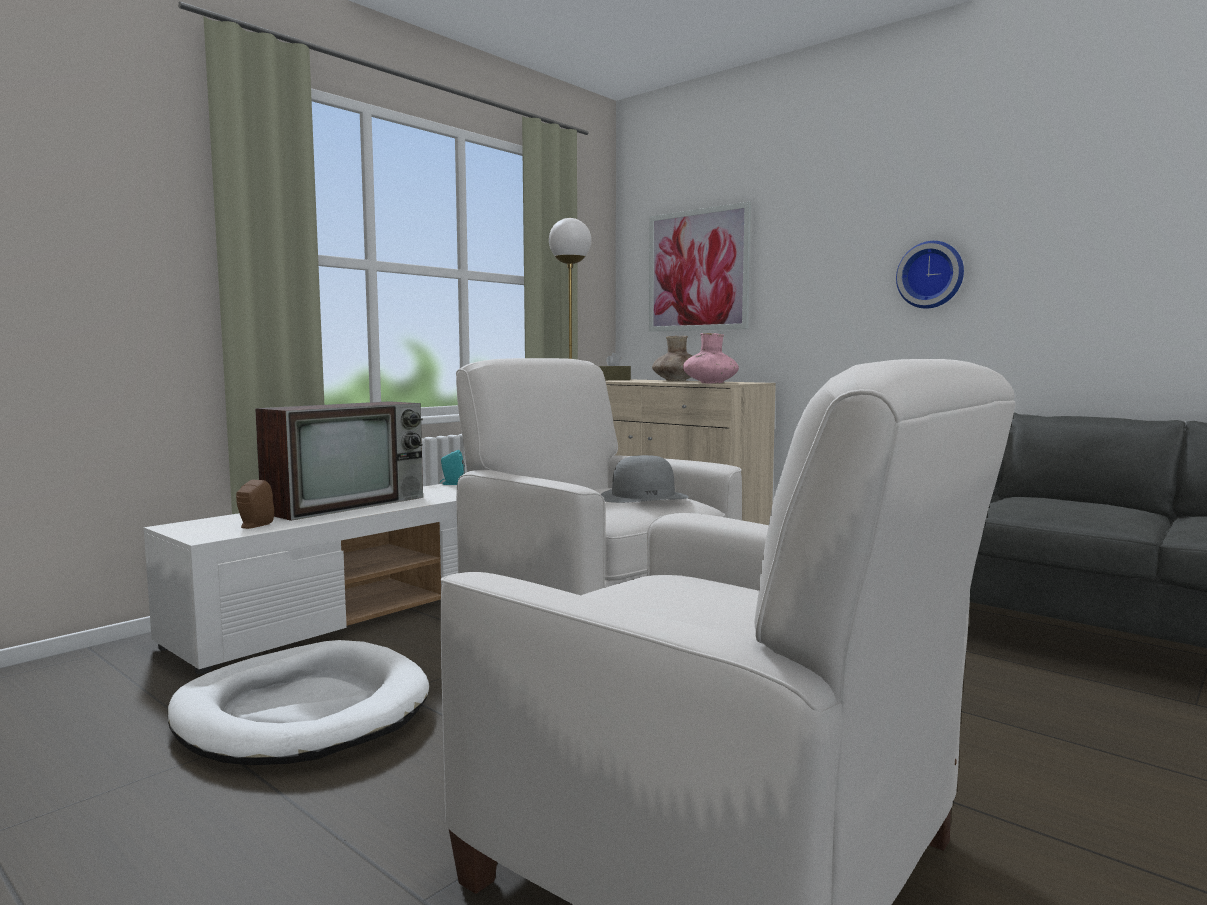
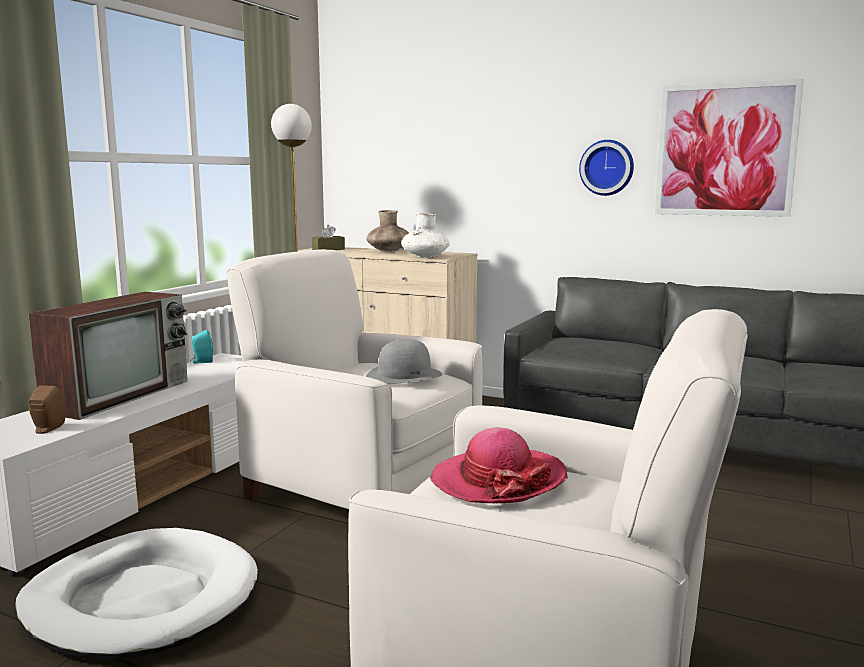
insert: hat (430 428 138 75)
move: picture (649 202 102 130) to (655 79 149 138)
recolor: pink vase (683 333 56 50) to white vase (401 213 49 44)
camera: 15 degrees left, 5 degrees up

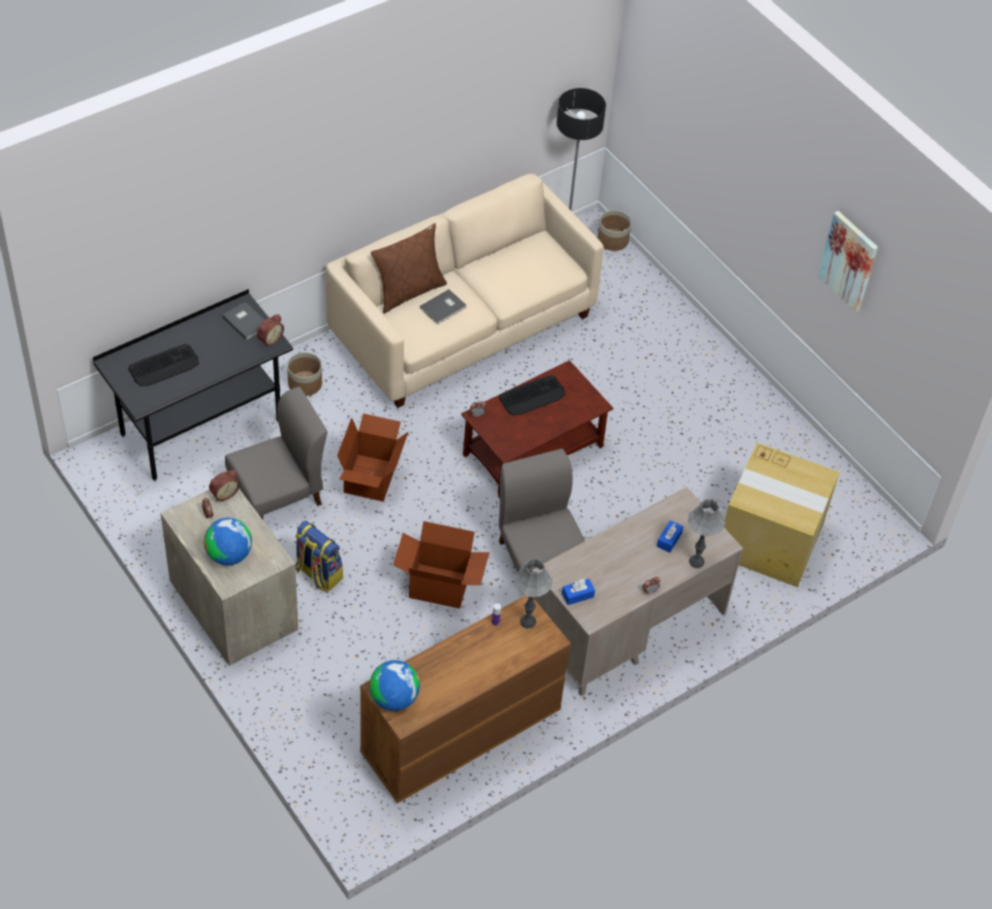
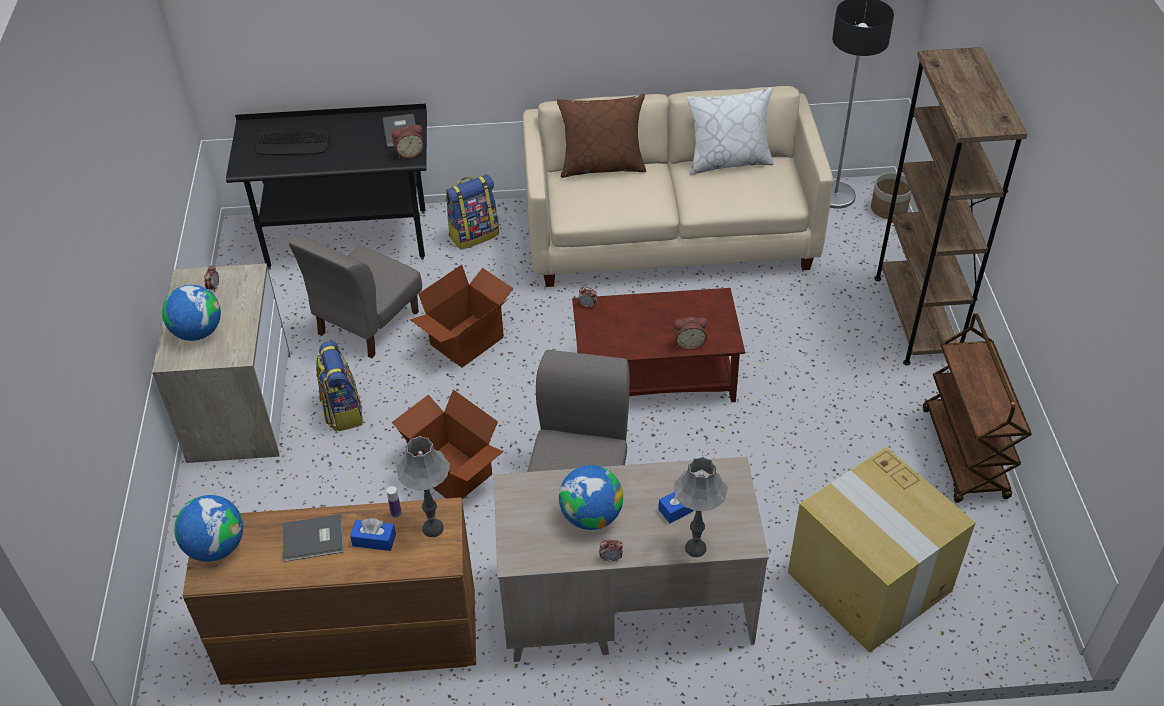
delete: keyboard (499 375 67 41); picture (818 211 60 101)
insert: globe (559 465 64 65); white pillow (687 87 87 88); brown bookcase (874 47 153 319); brown cart (923 313 109 190)
move: grey book (420 289 46 36) to (282 514 62 48); blue tissue box (562 579 33 26) to (350 518 46 33); alarm clock (209 470 31 31) to (673 317 35 33)
replace: planter (287 352 35 44) to backpack (445 174 54 76)
rotate: grey chair (225 387 102 132) = (289 235 133 123) 120 degrees clockwise
camera: 35 degrees right, 5 degrees down

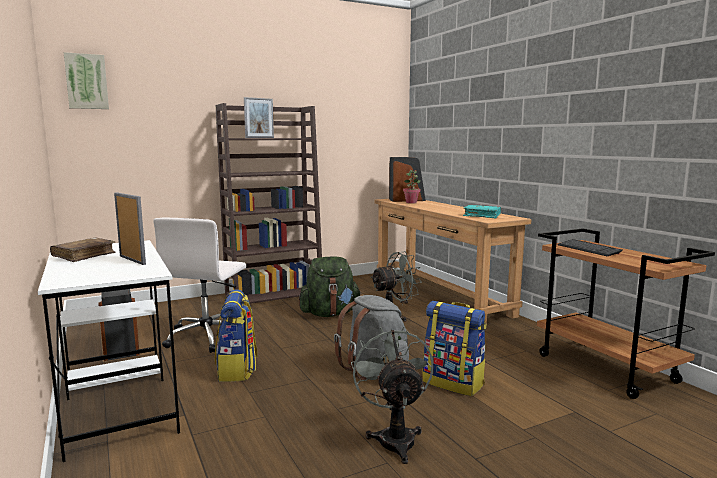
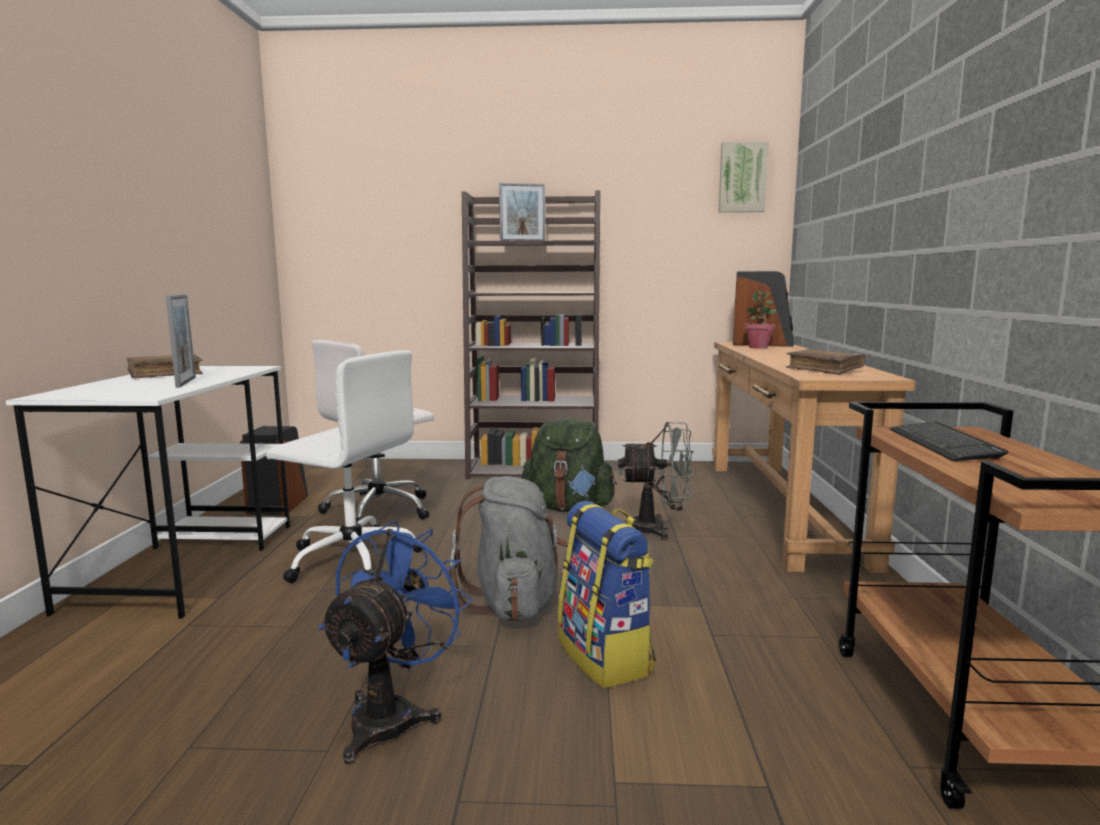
move: picture (64 52 45 57) to (719 141 50 71)
replace: backpack (215 289 43 93) to white office chair (266 350 157 233)
recolor: grey fan (351 327 83 137) to blue fan (318 521 155 243); turquoise book (463 205 38 14) to brown book (786 349 79 26)
camera: 30 degrees right, 0 degrees up

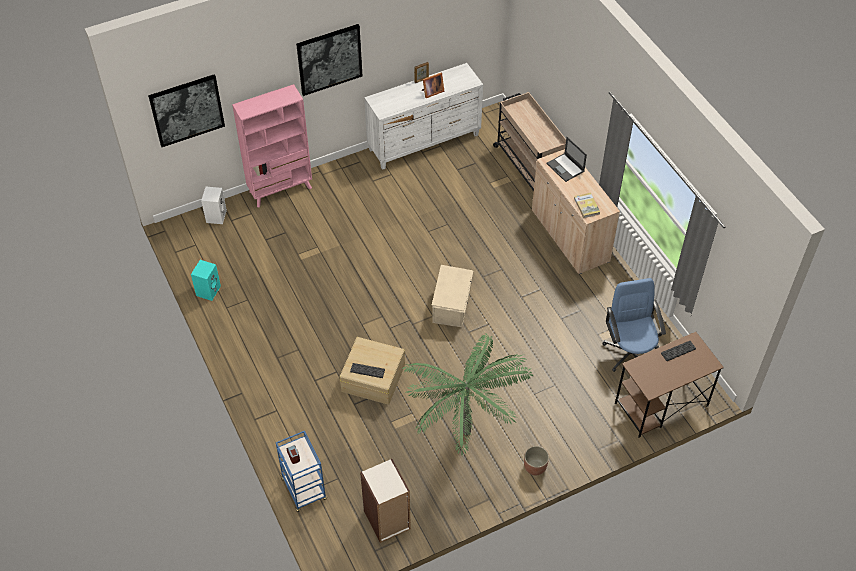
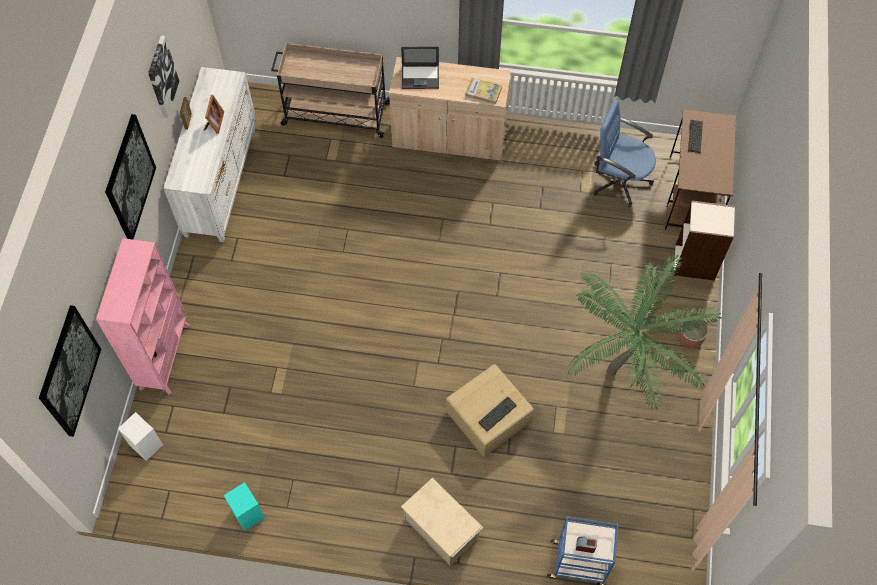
insert: picture (148 36 31 82)
move: beige storage box (432 265 41 62) to (401 477 82 88); bookcase (360 459 51 84) to (674 201 61 80)
camera: 55 degrees left, 10 degrees up

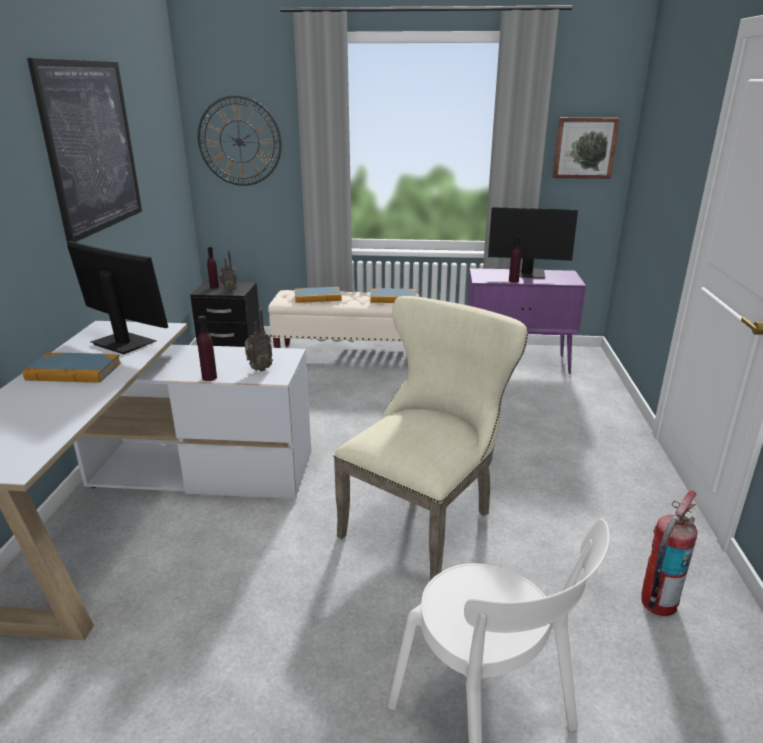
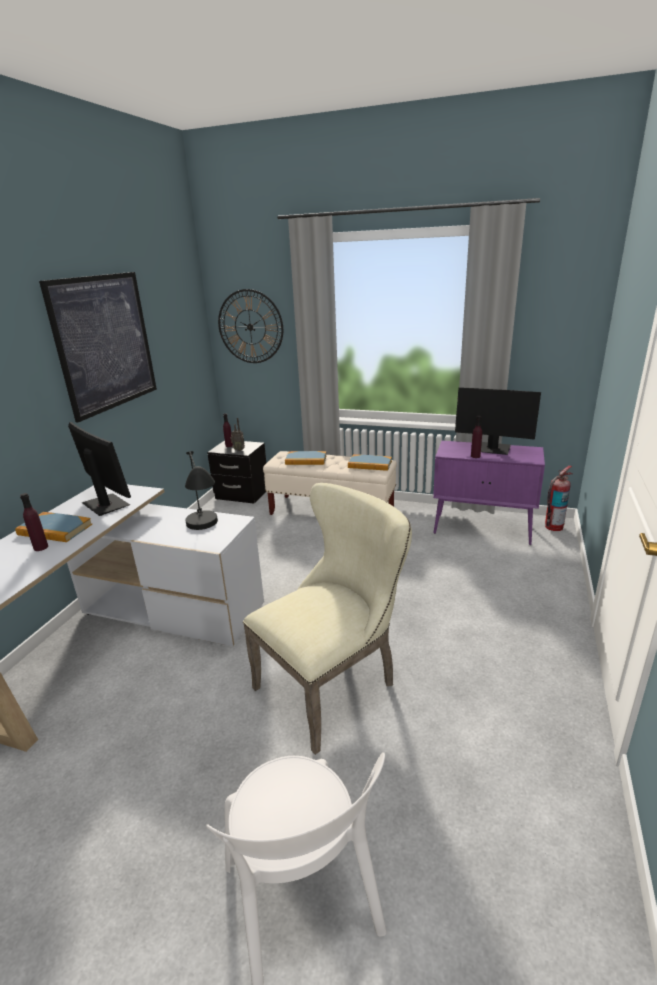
delete: picture (553 118 67 61)
move: purple bottle (197 316 20 65) to (20 493 28 58); fire extinguisher (641 491 56 125) to (545 466 28 65)
replace: radio (245 309 28 63) to black table lamp (185 451 33 79)
camera: 15 degrees right, 0 degrees up

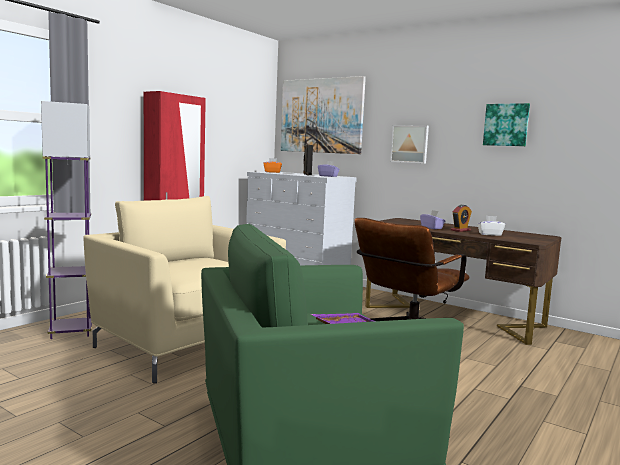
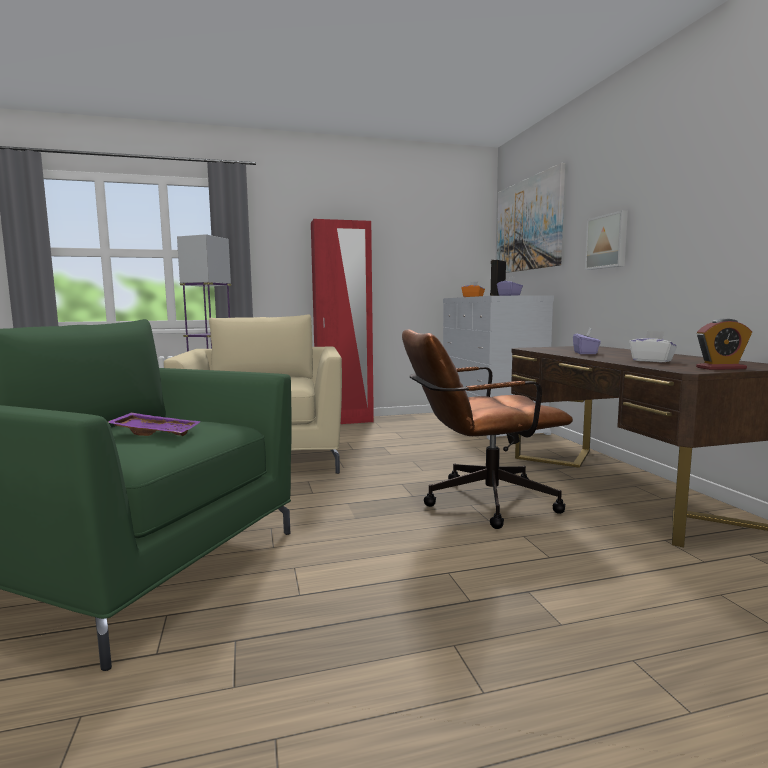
delete: picture (483 103 47 43)
move: alarm clock (451 205 21 27) to (696 319 56 51)
camera: 40 degrees right, 0 degrees up

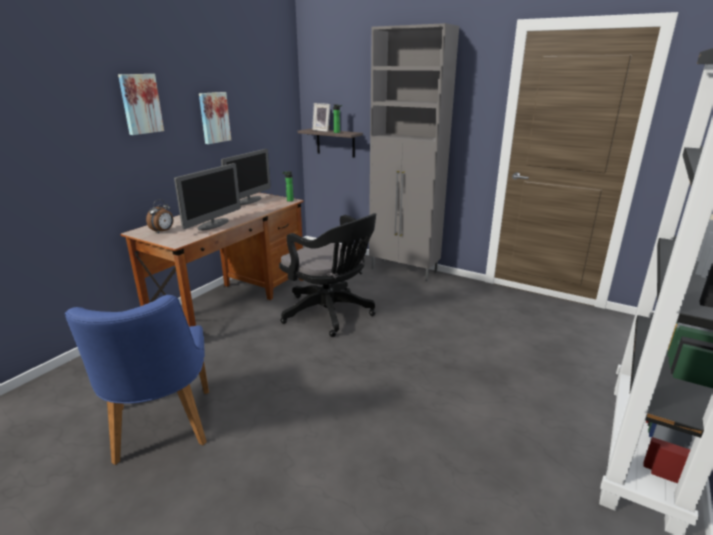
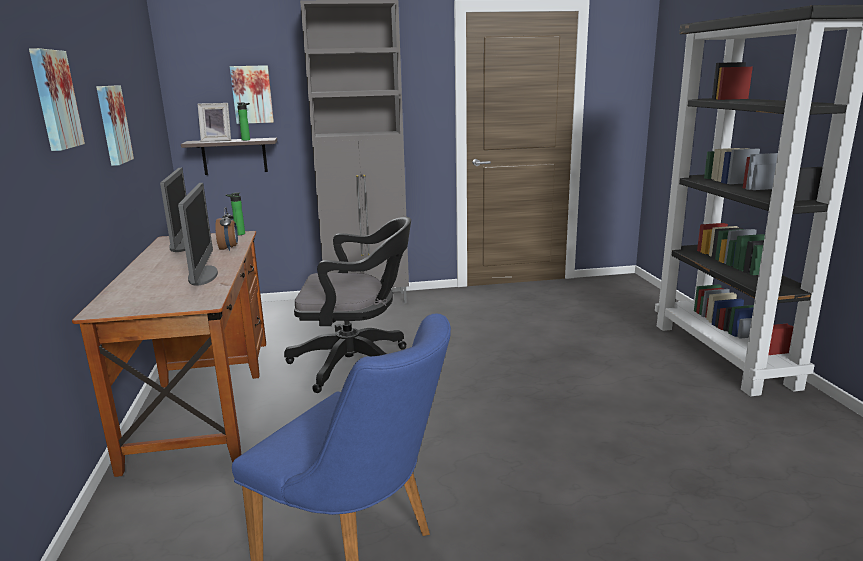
insert: picture (230 65 44 59)
move: alarm clock (146 199 27 35) to (215 207 23 44)
camera: 40 degrees left, 5 degrees down

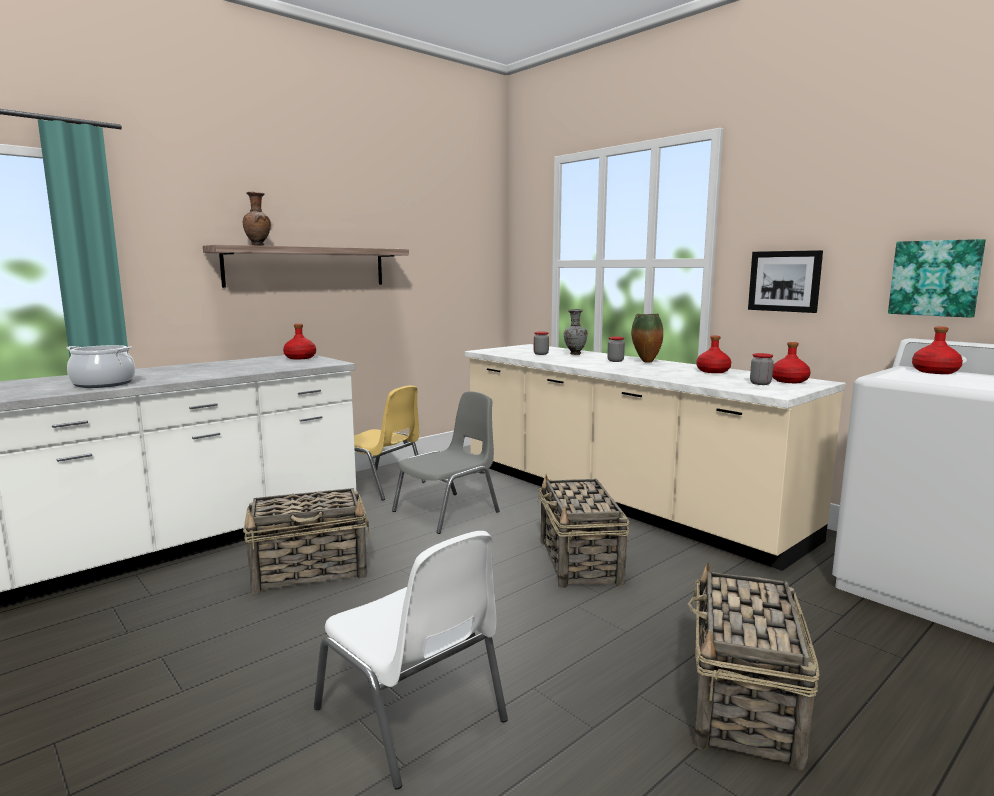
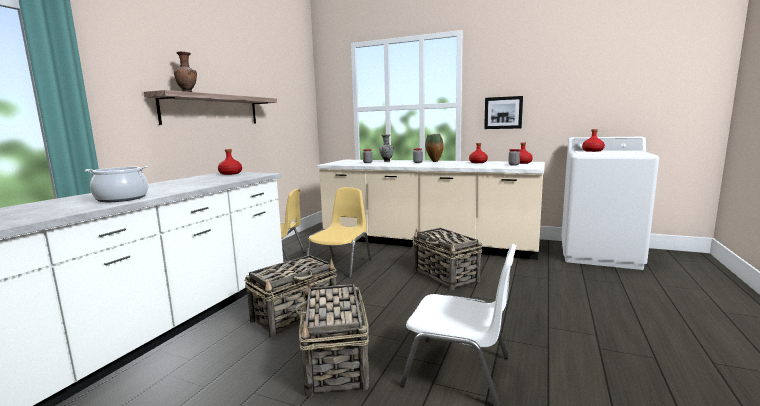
delete: picture (888 239 98 79)
move: basket (688 563 132 207) to (295 282 74 115)
recolor: grey chair (392 391 108 143) to yellow chair (307 187 64 91)
camera: 25 degrees left, 0 degrees up

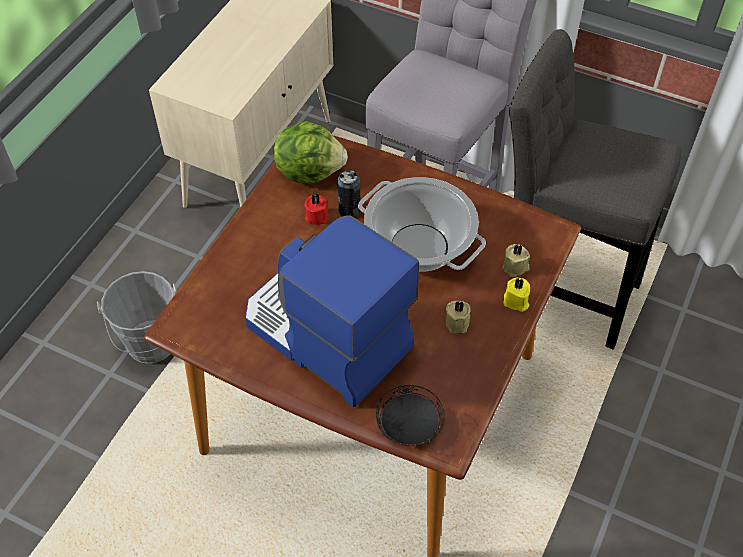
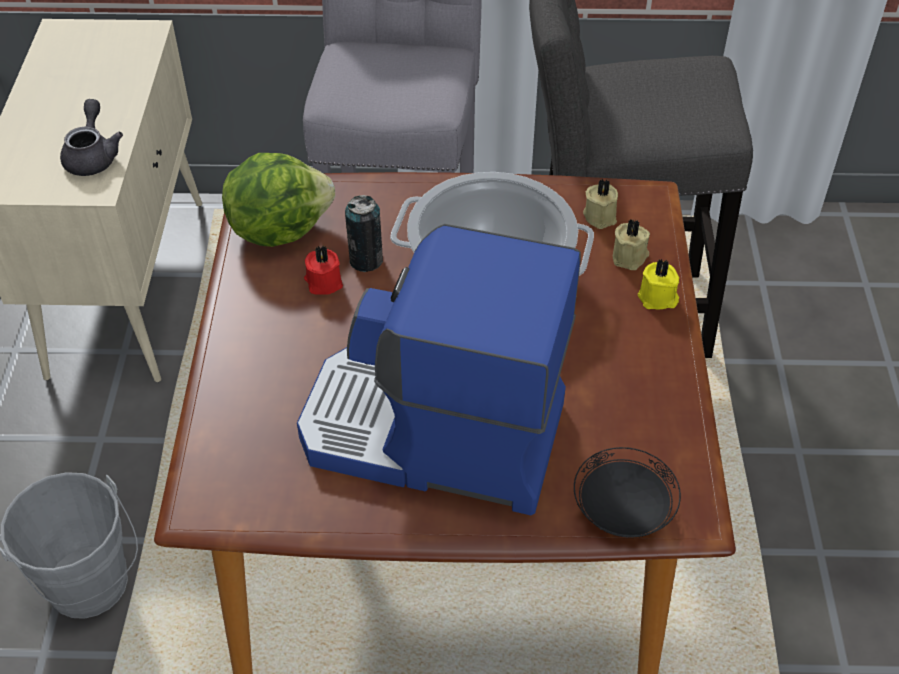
insert: grey teapot (60 99 63 77)
move: beige candle (446 301 25 32) to (583 179 35 50)
camera: 25 degrees left, 5 degrees down

